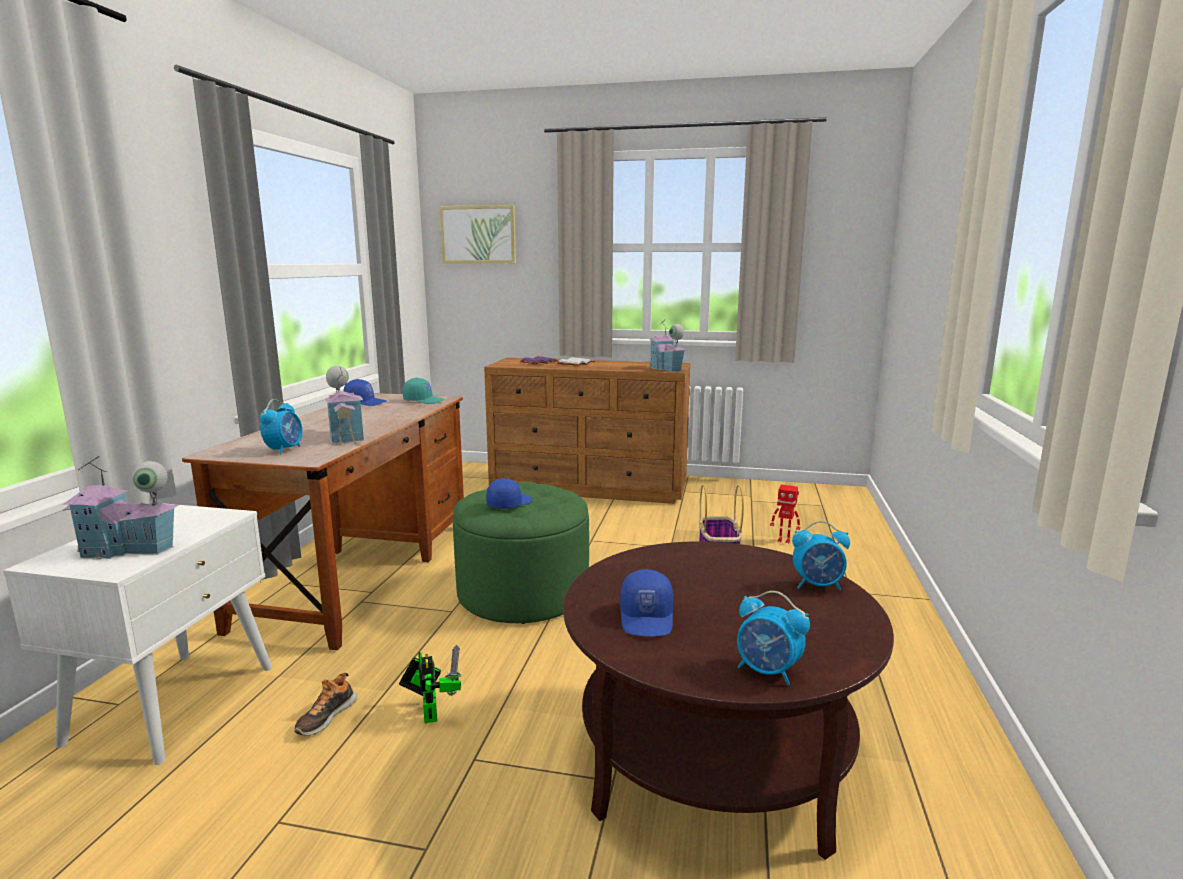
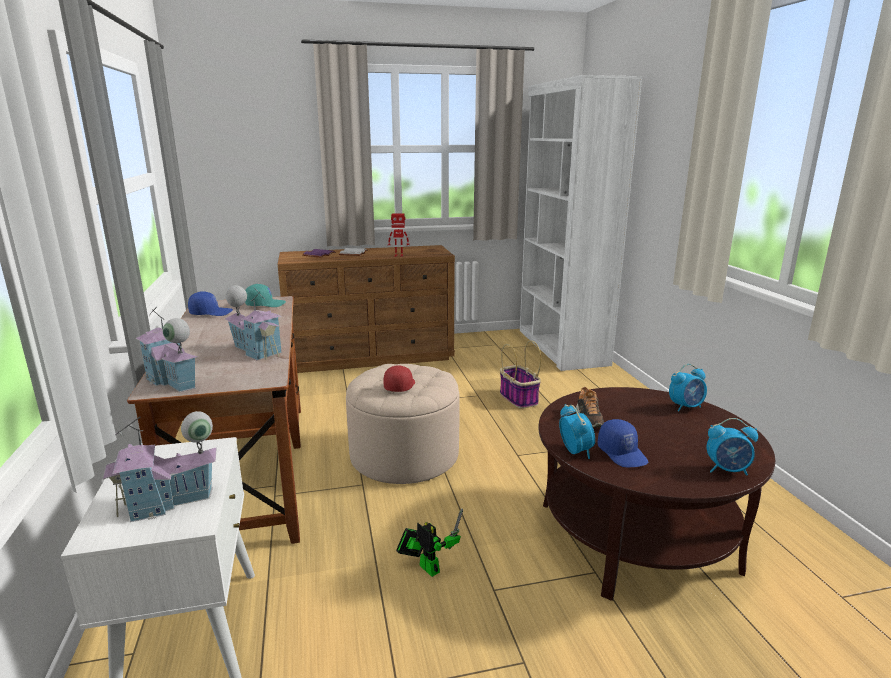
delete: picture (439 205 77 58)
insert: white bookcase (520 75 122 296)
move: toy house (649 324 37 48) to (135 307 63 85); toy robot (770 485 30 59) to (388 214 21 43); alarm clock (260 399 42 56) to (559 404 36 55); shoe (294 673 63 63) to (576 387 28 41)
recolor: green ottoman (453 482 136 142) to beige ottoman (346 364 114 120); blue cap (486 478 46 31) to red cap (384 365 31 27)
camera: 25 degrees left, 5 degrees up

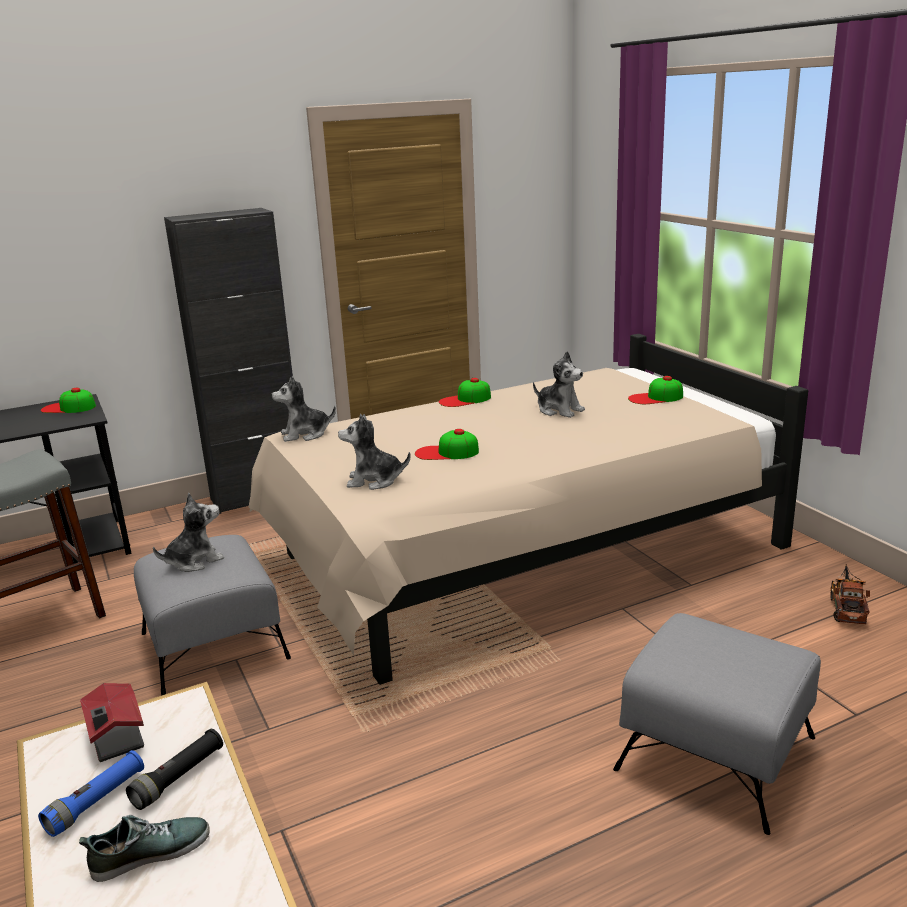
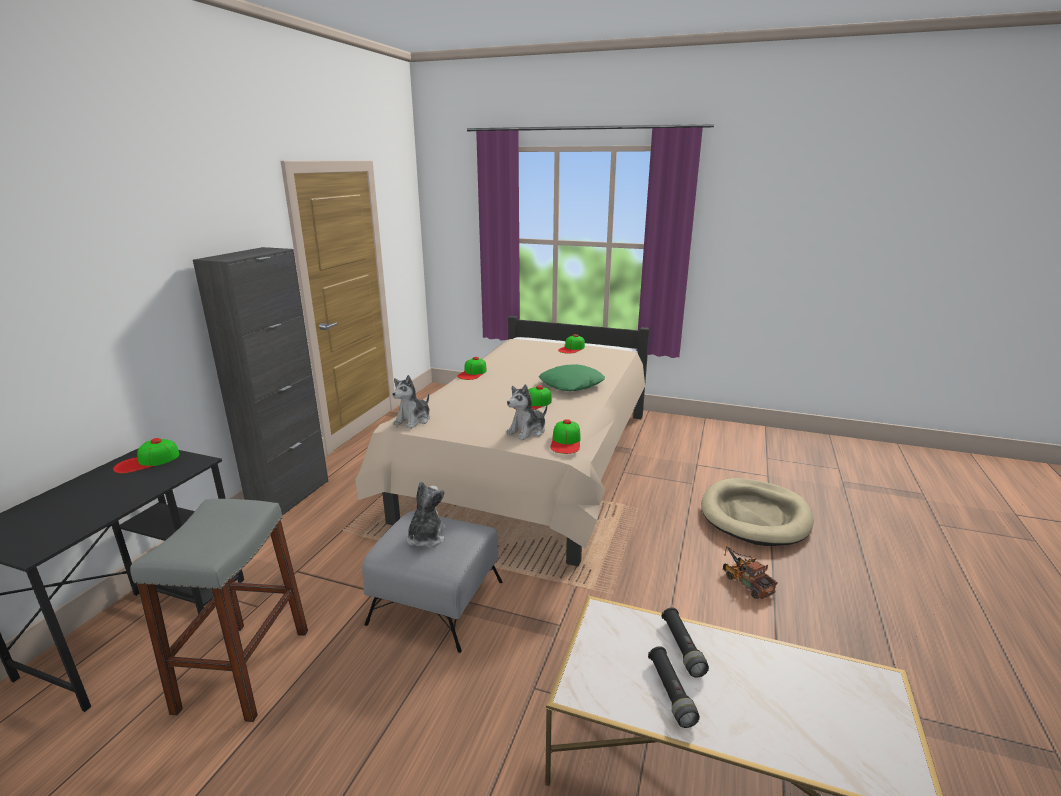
delete: shoe (79 815 131 67); toy house (80 683 64 79); plush toy (533 351 52 67)
insert: green pillow (539 364 66 27); cap (550 419 31 35)
move: toy truck (830 564 40 60) to (723 546 54 53)
replace: grey ottoman (613 613 208 222) to beige dog bed (701 478 113 68)
recolor: blue flashlight (38 750 106 87) to black flashlight (648 646 52 82)
camera: 45 degrees left, 0 degrees up

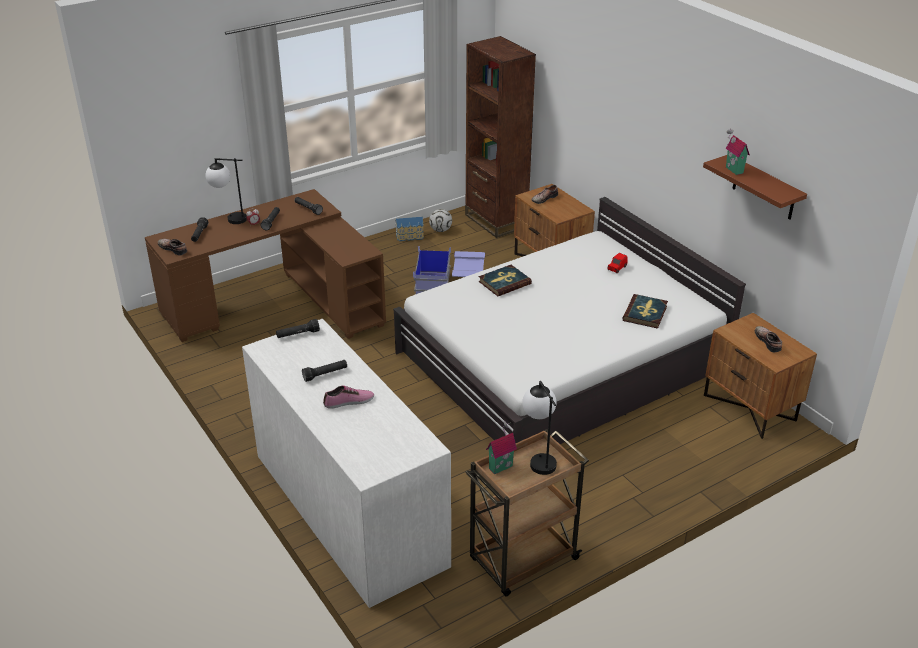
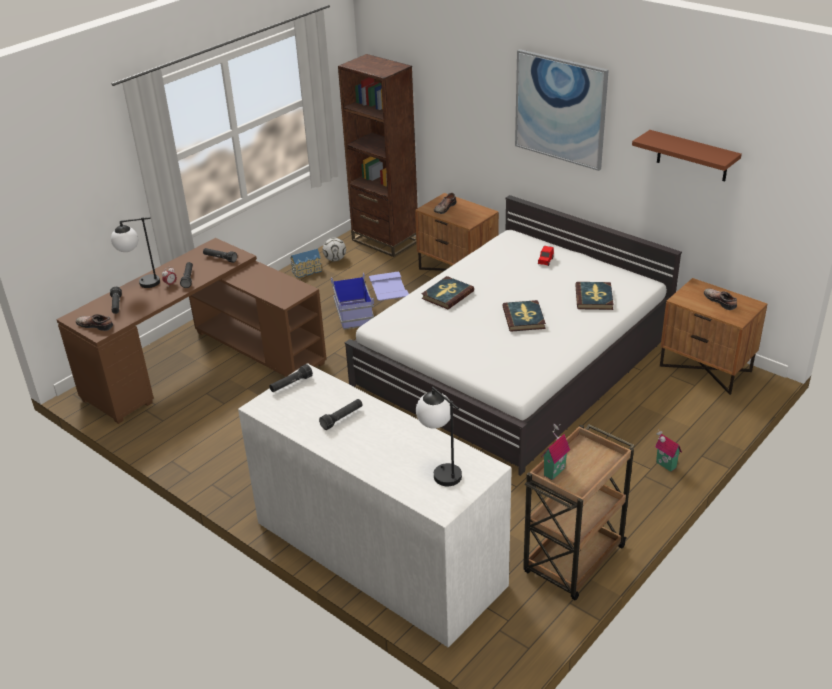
delete: shoe (323 386 51 23)
insert: book (502 300 44 32); picture (515 49 94 122)
move: table lamp (522 381 35 94) to (416 387 46 99); toy house (726 128 24 47) to (655 429 27 43)
camera: 15 degrees left, 0 degrees up

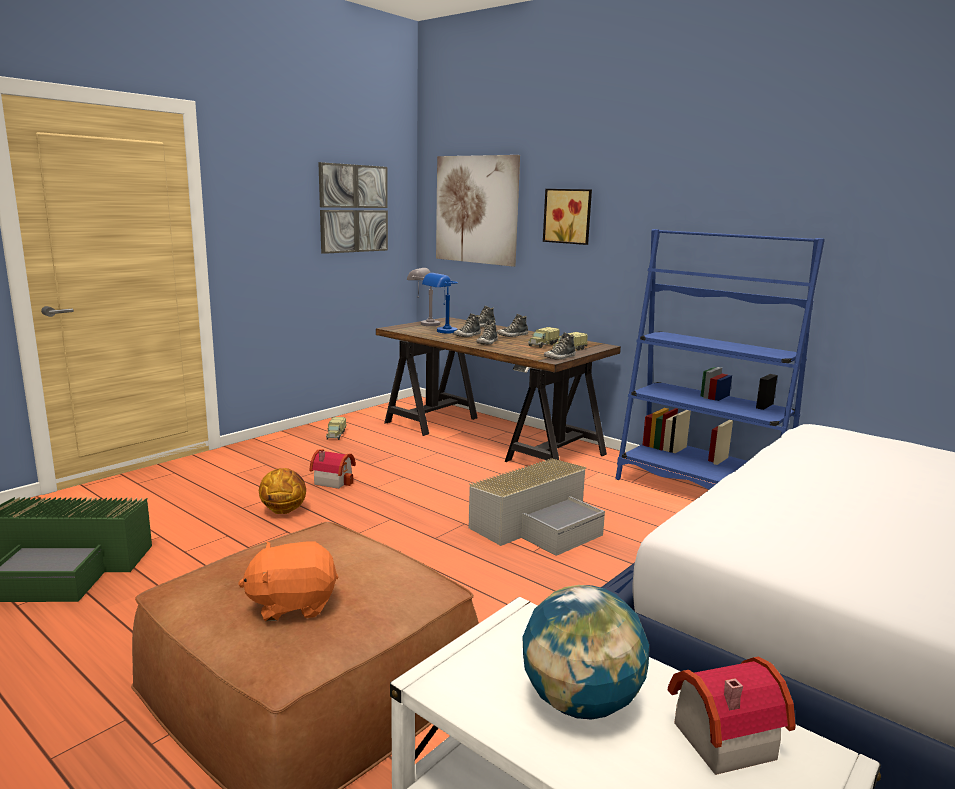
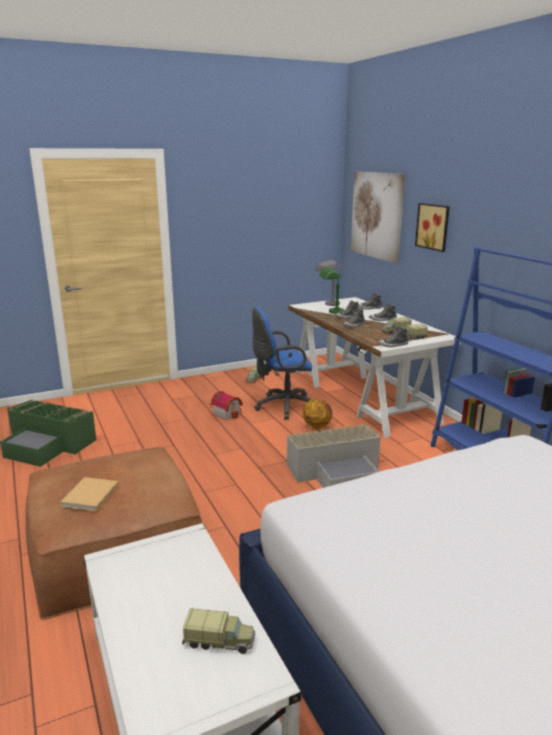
delete: picture (318 162 70 92); globe (522 585 127 135)
insert: blue office chair (252 307 60 113)
move: basketball (259 468 47 46) to (303 399 29 30)
replace: orange plush toy (238 542 100 79) to beige book (61 477 58 34); toy house (668 656 128 119) to toy truck (182 608 73 46)
recolor: brown desk (376 317 245 145) to white desk (289 297 172 141); blue table lamp (422 273 36 61) to green table lamp (319 267 26 47)
camera: 25 degrees right, 5 degrees up

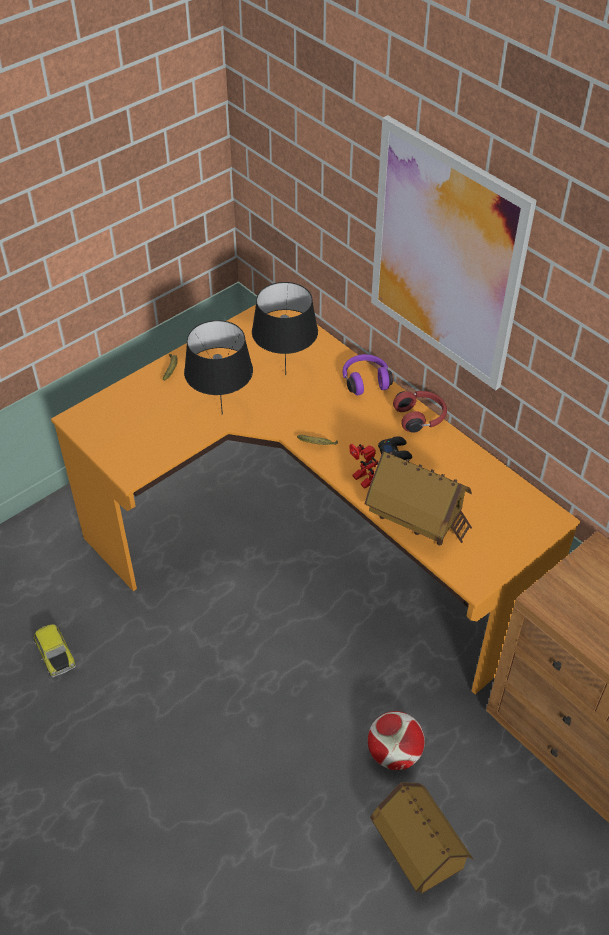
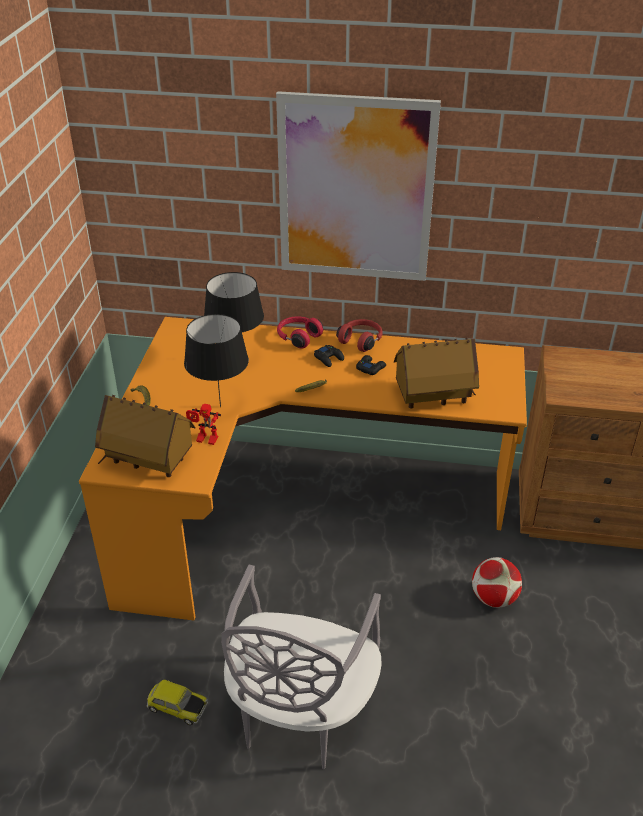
insert: grey chair (221 565 161 204); black game controller (314 345 30 22)
move: toy house (370 782 103 112) to (95 395 101 82); toy robot (349 444 30 45) to (186 404 35 41)
recolor: purple headphones (342 354 51 41) to red headphones (277 316 46 33)
camera: 40 degrees left, 10 degrees down

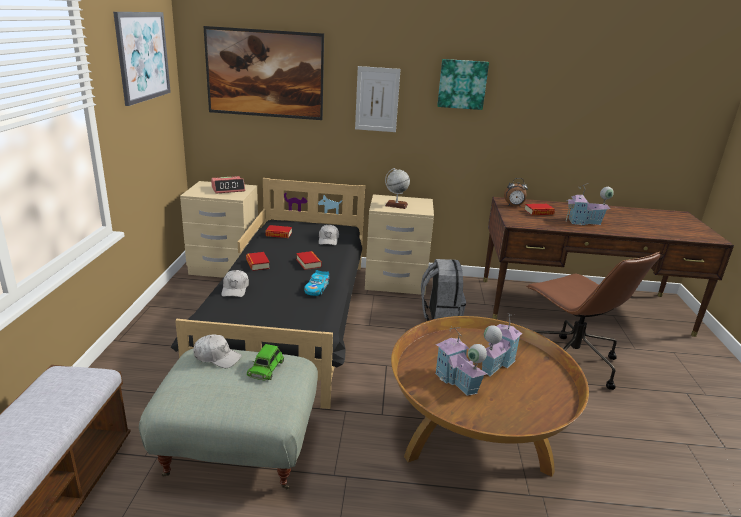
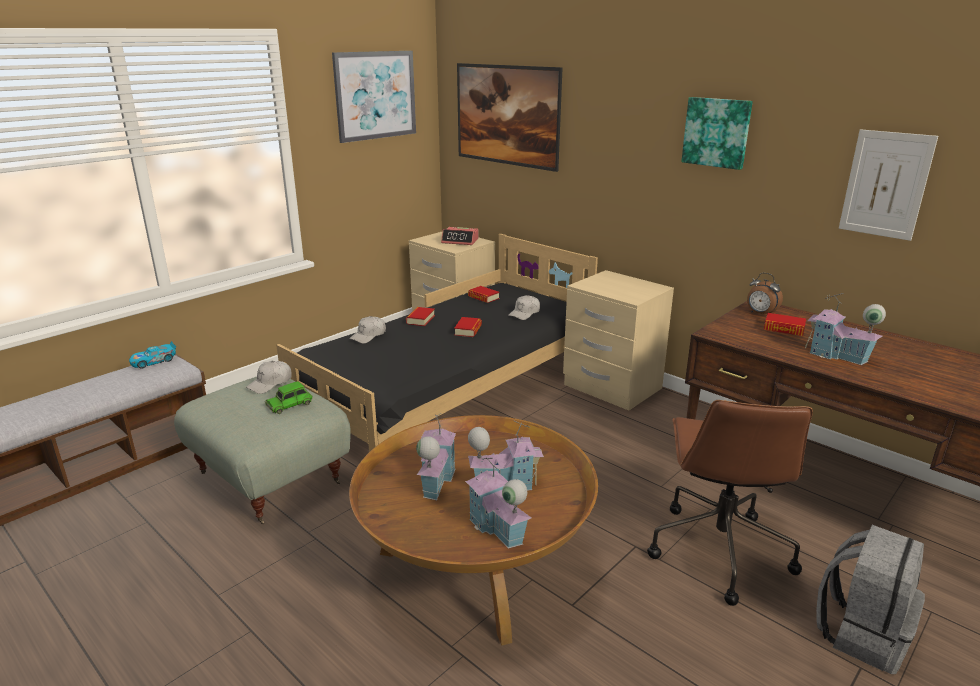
delete: globe (385 168 25 41)
insert: toy house (465 456 66 93)
move: toy car (304 270 26 26) to (129 341 47 28); grey backpack (421 259 45 62) to (816 525 109 149); picture (355 66 46 66) to (839 129 99 112)
rotate: white cap (193 334 49 34) = (246 361 46 33) 75 degrees clockwise
camera: 40 degrees right, 0 degrees up

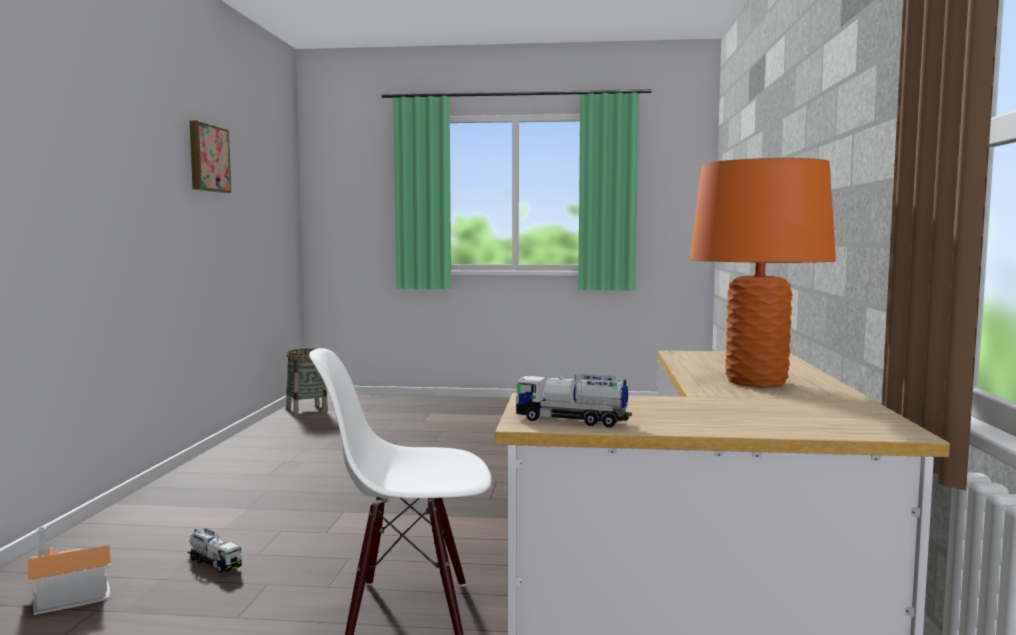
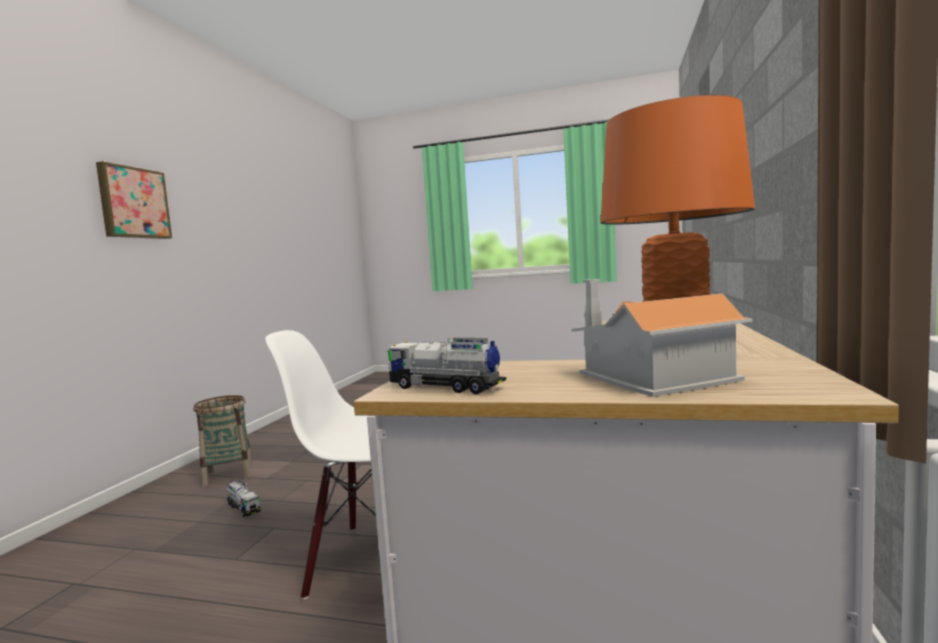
move: picture (190 121 41 72) to (96 161 76 78); basket (286 349 42 66) to (194 395 59 92); toy house (27 527 84 88) to (571 279 182 118)
camera: 10 degrees right, 0 degrees up

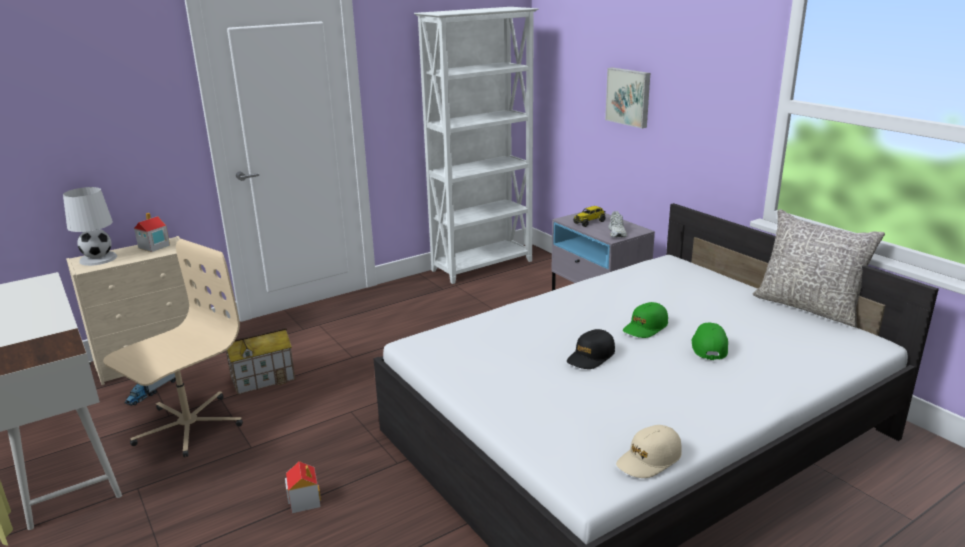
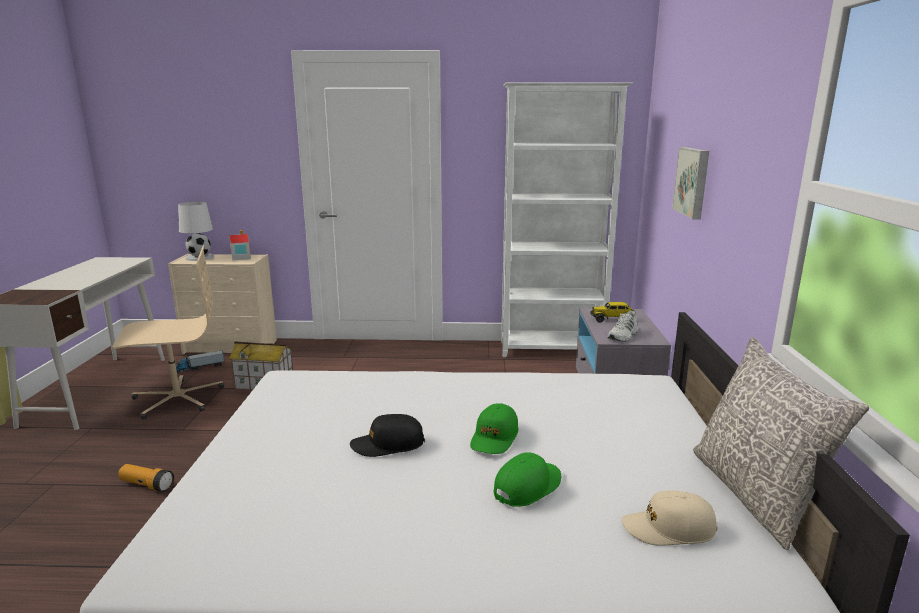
move: beige cap (616 425 66 53) to (622 491 96 55)
replace: toy house (285 461 36 52) to flashlight (118 464 56 28)
rotate: green cap (623 302 45 36) = (470 403 49 51) 60 degrees counterclockwise
camera: 35 degrees right, 5 degrees down

